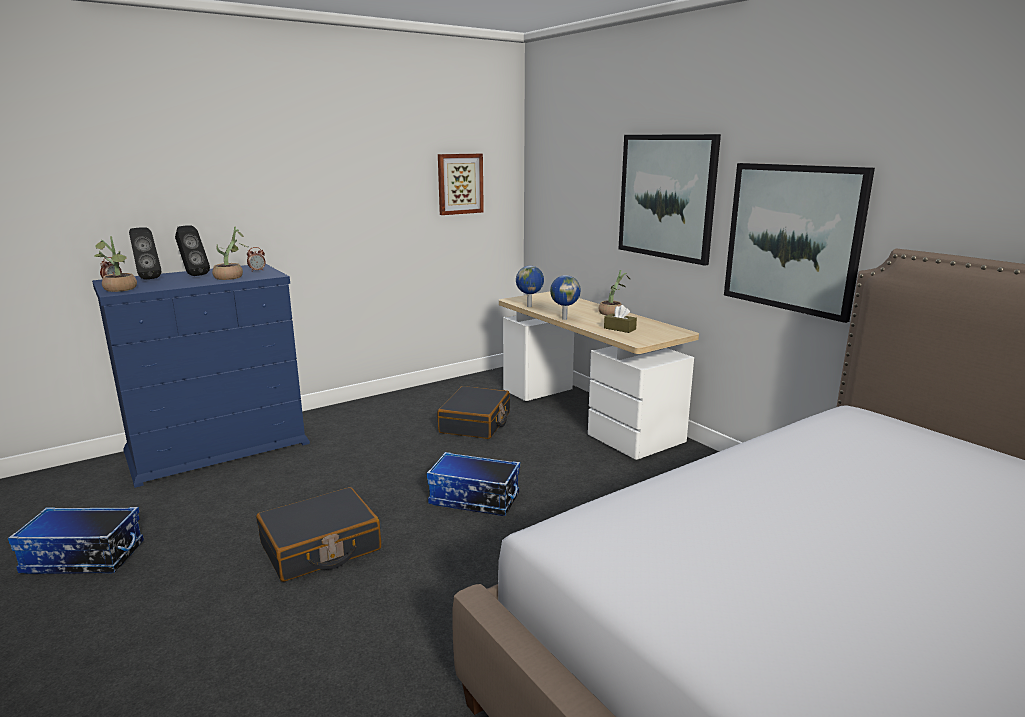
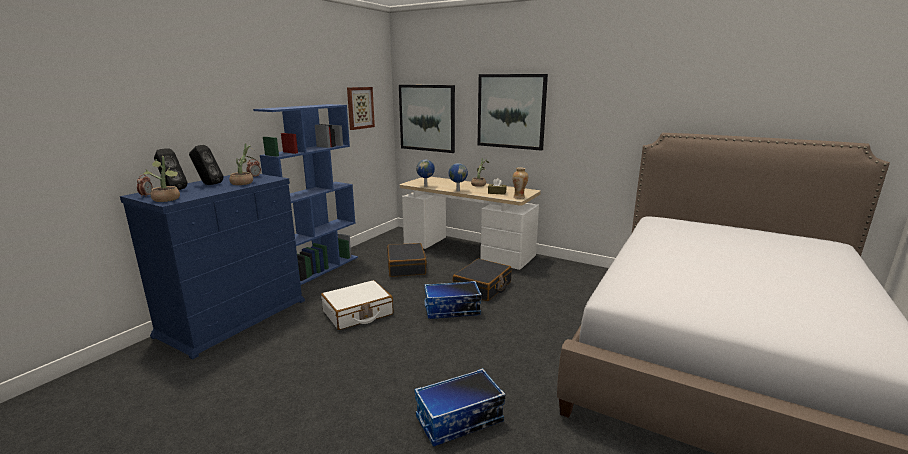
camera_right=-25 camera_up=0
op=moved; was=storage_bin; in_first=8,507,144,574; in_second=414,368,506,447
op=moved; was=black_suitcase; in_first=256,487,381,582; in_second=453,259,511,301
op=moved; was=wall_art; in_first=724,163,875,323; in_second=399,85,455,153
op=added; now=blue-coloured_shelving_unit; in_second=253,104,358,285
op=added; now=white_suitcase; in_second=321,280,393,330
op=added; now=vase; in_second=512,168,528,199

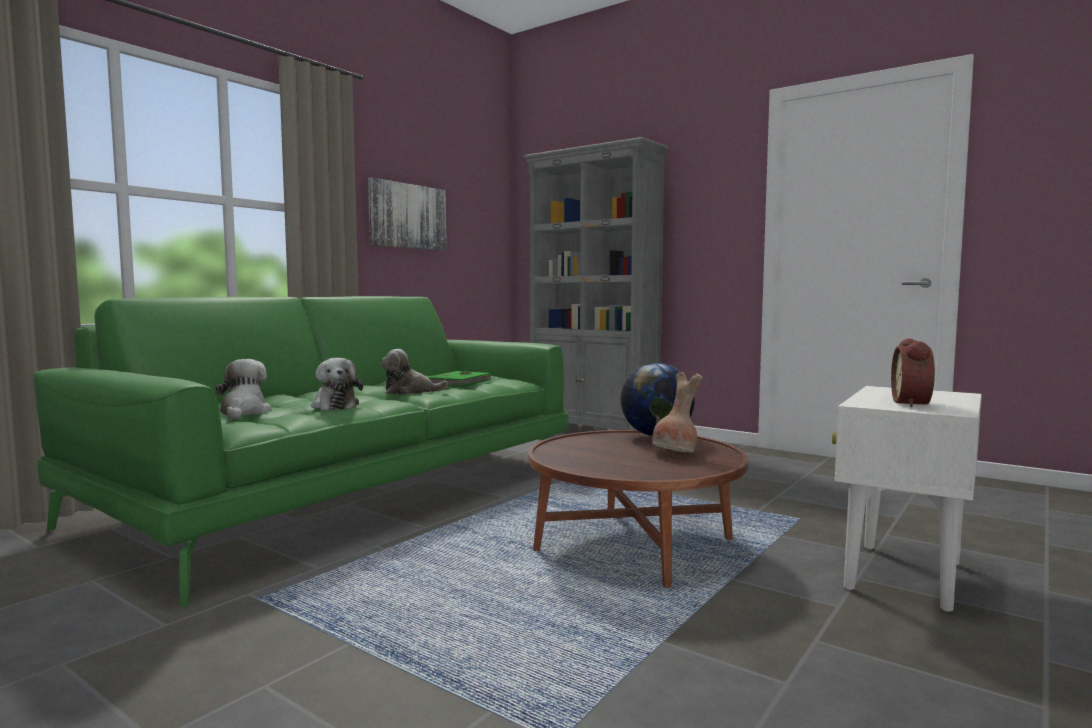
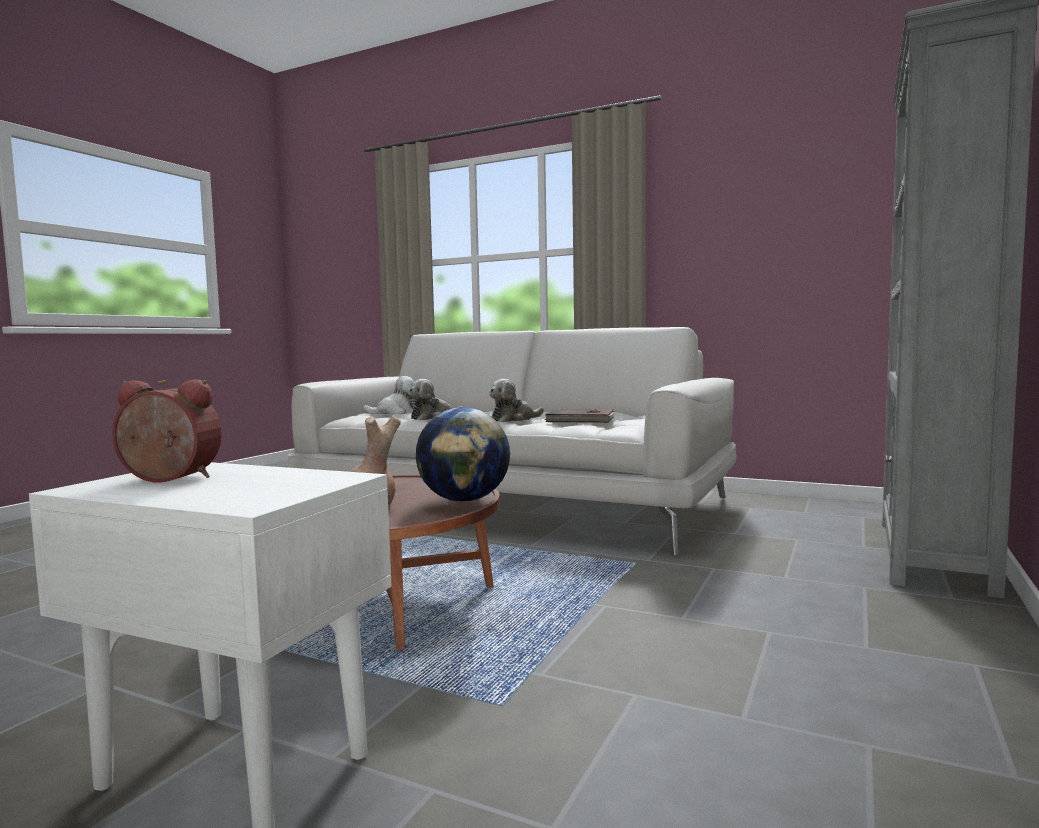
camera_right=80 camera_up=0
op=recoloured; was=greenish_sofa; now=white_sofa; in_first=33,296,569,607; in_second=288,327,737,556
op=removed; was=wall_art; in_first=368,178,446,250
op=turned; was=plush_toy; in_first=380,349,448,394; in_second=489,379,544,422; clockwise=-105
op=recoloured; was=greenish_volume; now=brown_volume; in_first=428,371,492,387; in_second=545,409,615,423

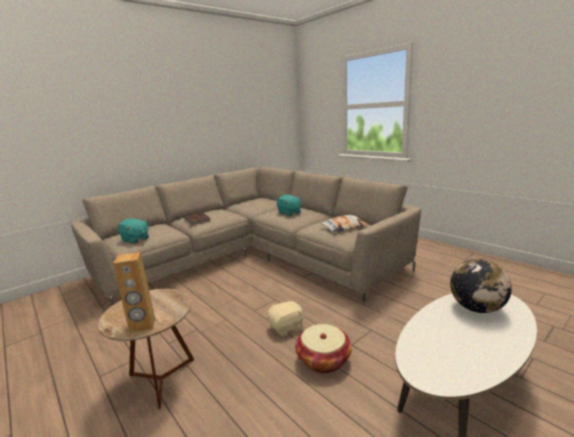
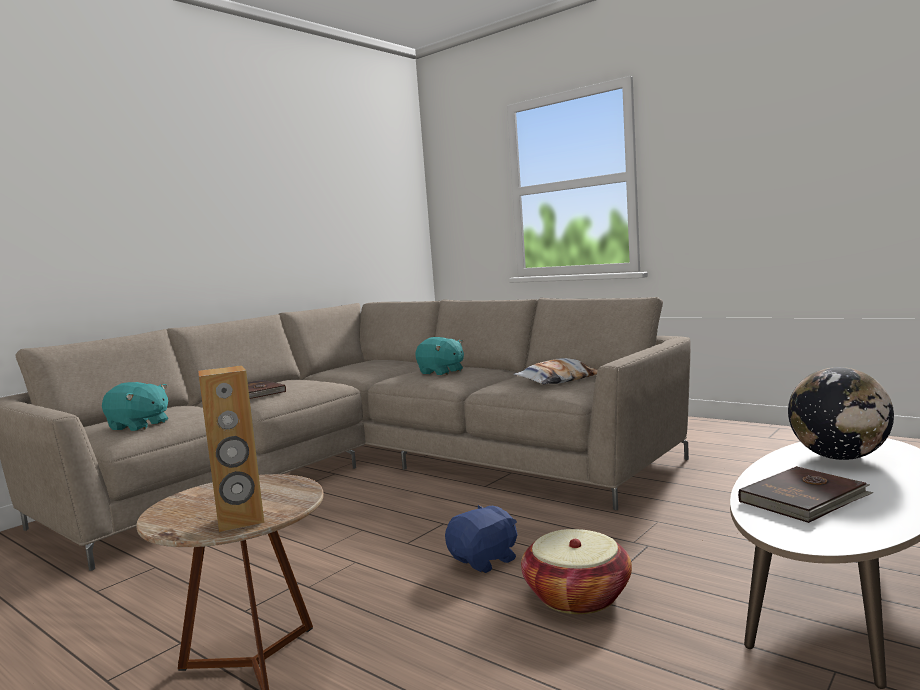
camera_right=-10 camera_up=-10
op=recoloured; was=beige_plush_toy; now=blue-coloured_plush_toy; in_first=267,299,304,337; in_second=445,505,518,573
op=added; now=brown_volume; in_second=738,466,874,523

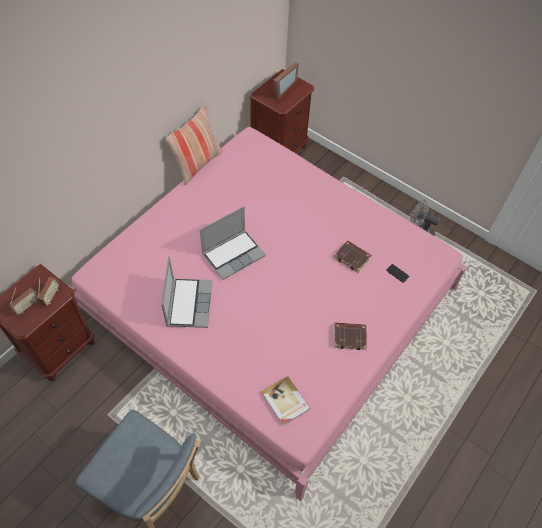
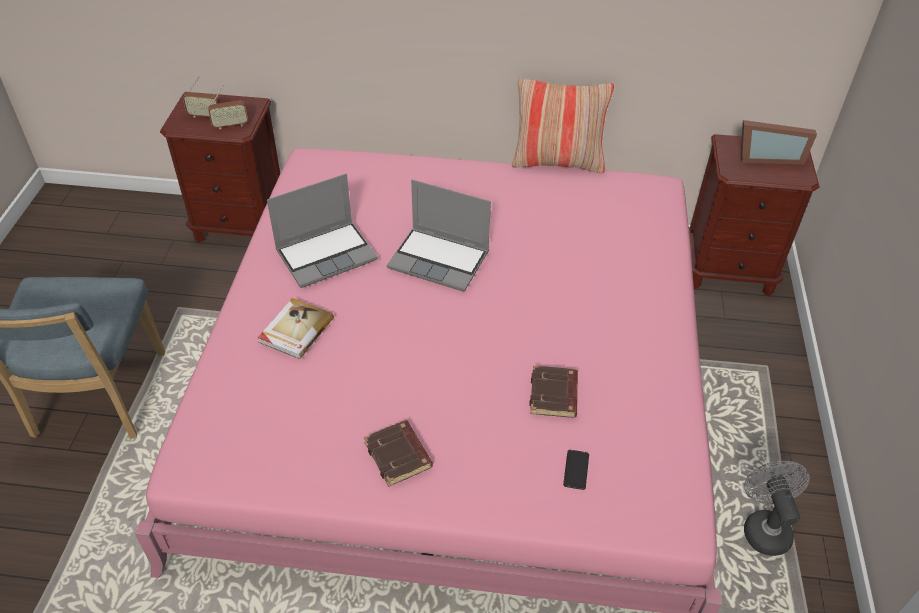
camera_right=60 camera_up=-10
op=moved; was=volume; in_first=262,376,310,426; in_second=258,298,334,359

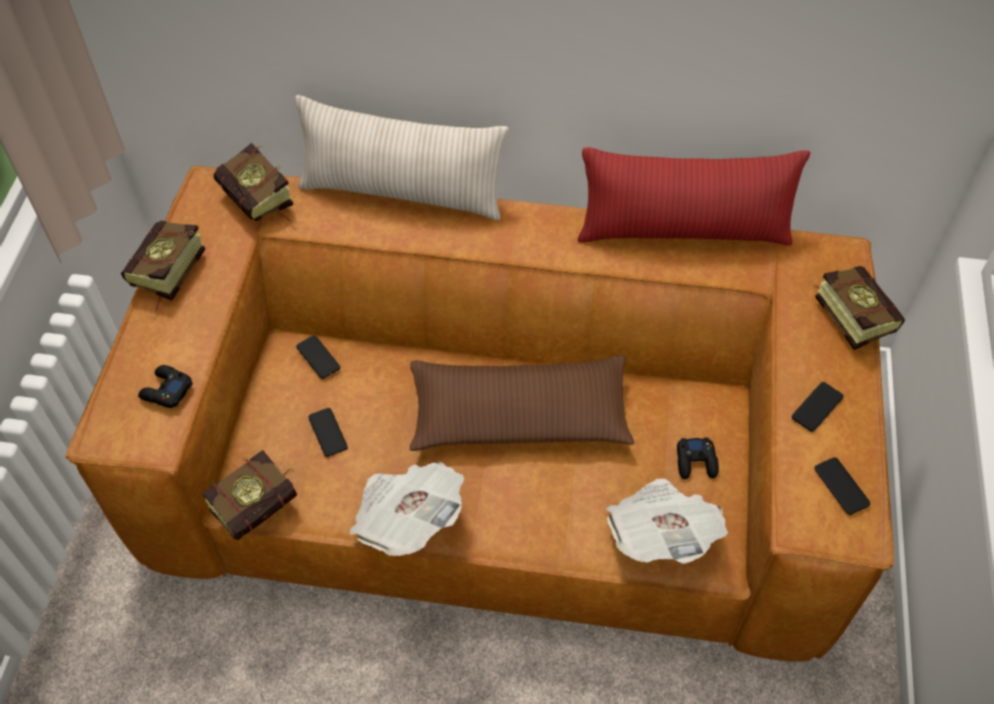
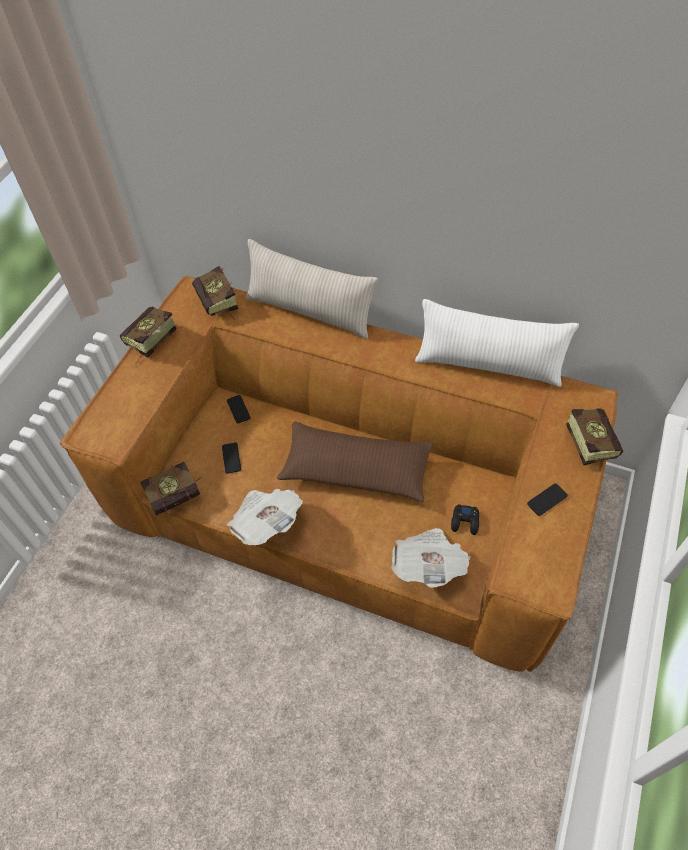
camera_right=15 camera_up=0
op=removed; was=black_gamepad; in_first=138,365,193,408
op=recoloured; was=red-coloured_cushion; now=white_cushion; in_first=578,147,810,245; in_second=415,299,579,387
op=removed; was=phone; in_first=814,457,870,515

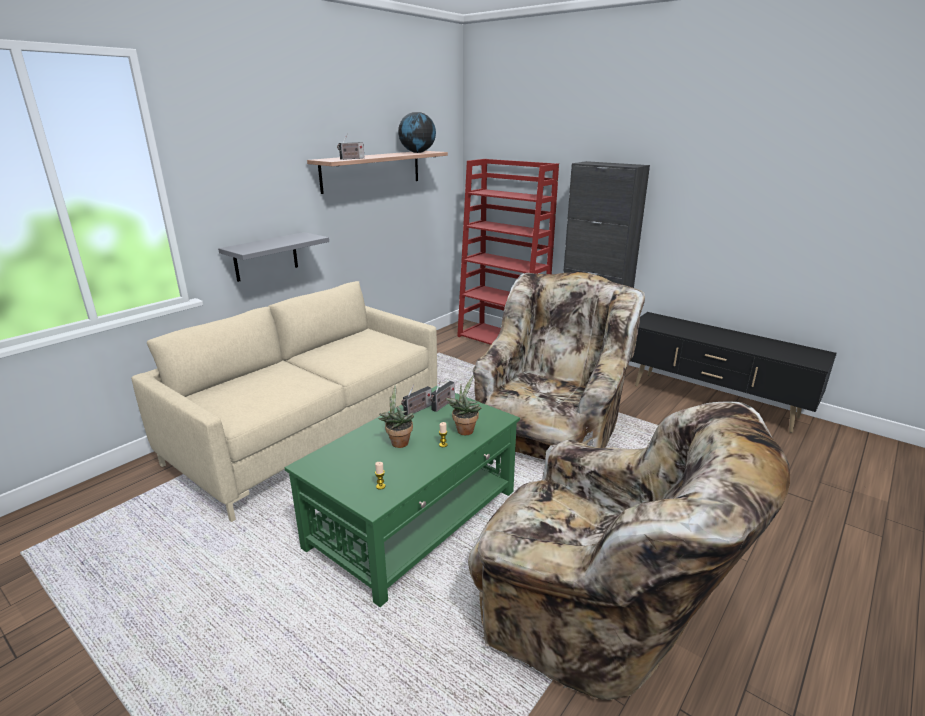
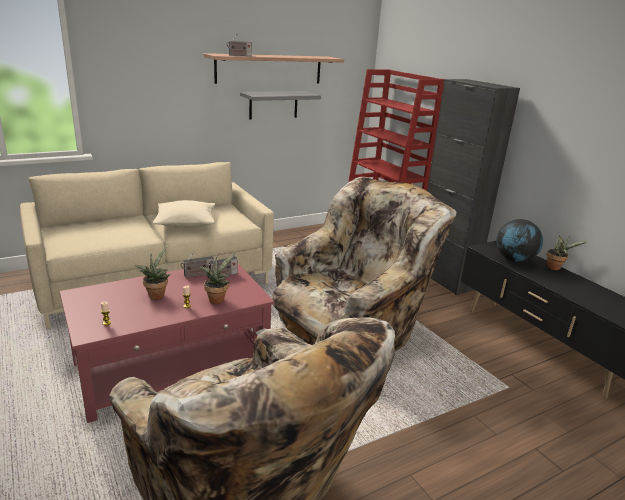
camera_right=20 camera_up=0
op=moved; was=gray_bracket_shelf; in_first=218,232,329,282; in_second=240,91,321,119
op=recoloured; was=greenish_low_table; now=red-coloured_low_table; in_first=284,386,520,607; in_second=60,263,274,423
op=moved; was=desk_globe; in_first=398,112,436,153; in_second=496,219,543,262
op=added; now=beige_cushion; in_second=152,200,215,228
op=added; now=plant_in_a_pot; in_second=546,235,587,270

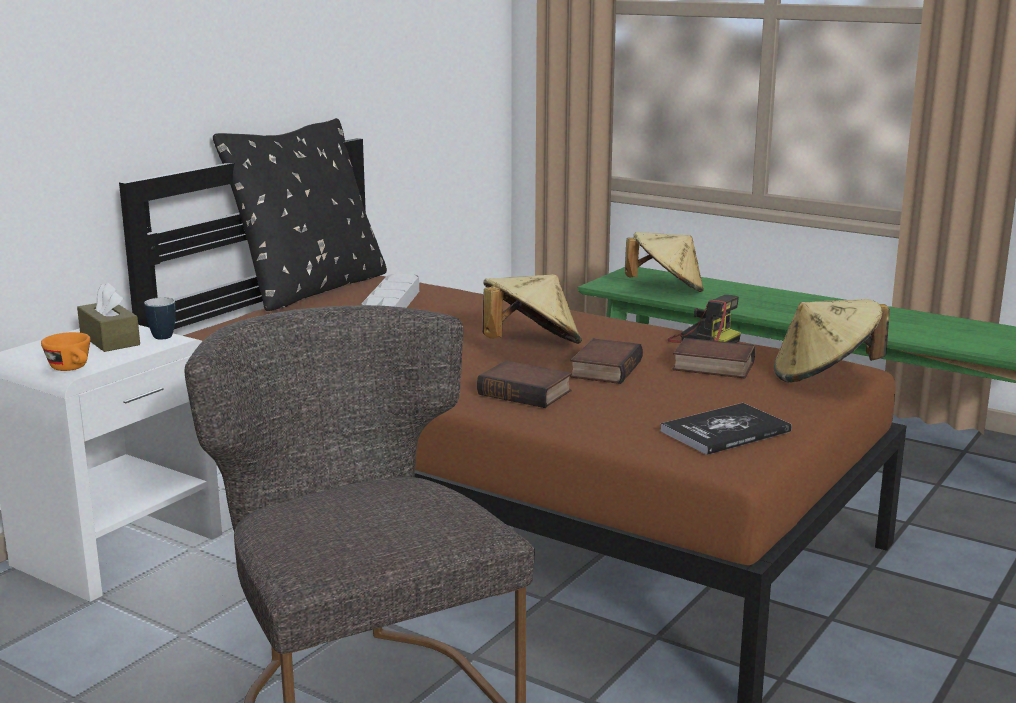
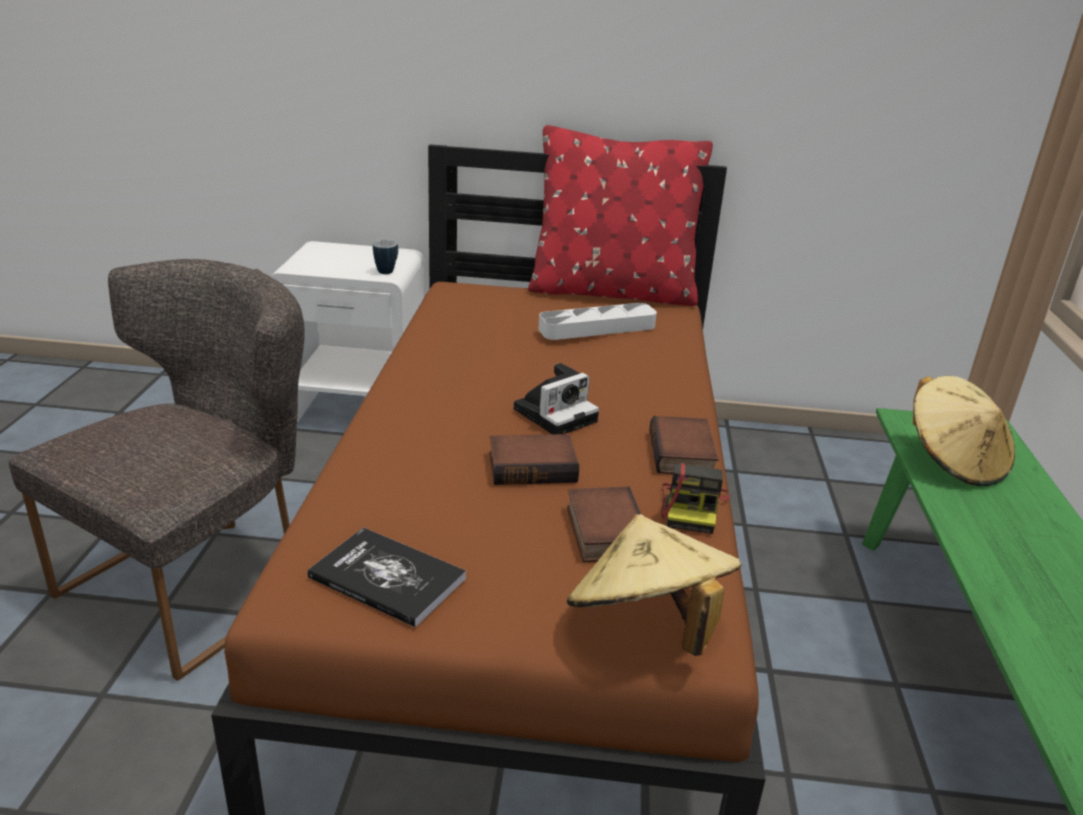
camera_right=60 camera_up=10
op=removed; was=orange-coloured_drinking_cup; in_first=41,332,90,371
op=removed; was=brown_box_of_tissues; in_first=77,282,140,352
op=recoloured; was=black_cushion; now=red-coloured_cushion; in_first=213,118,387,311; in_second=528,125,713,306
op=moved; was=volume; in_first=477,361,572,408; in_second=649,416,718,474
op=replaced; was=beige_hat; now=still_camera; in_first=483,274,582,344; in_second=514,363,599,434

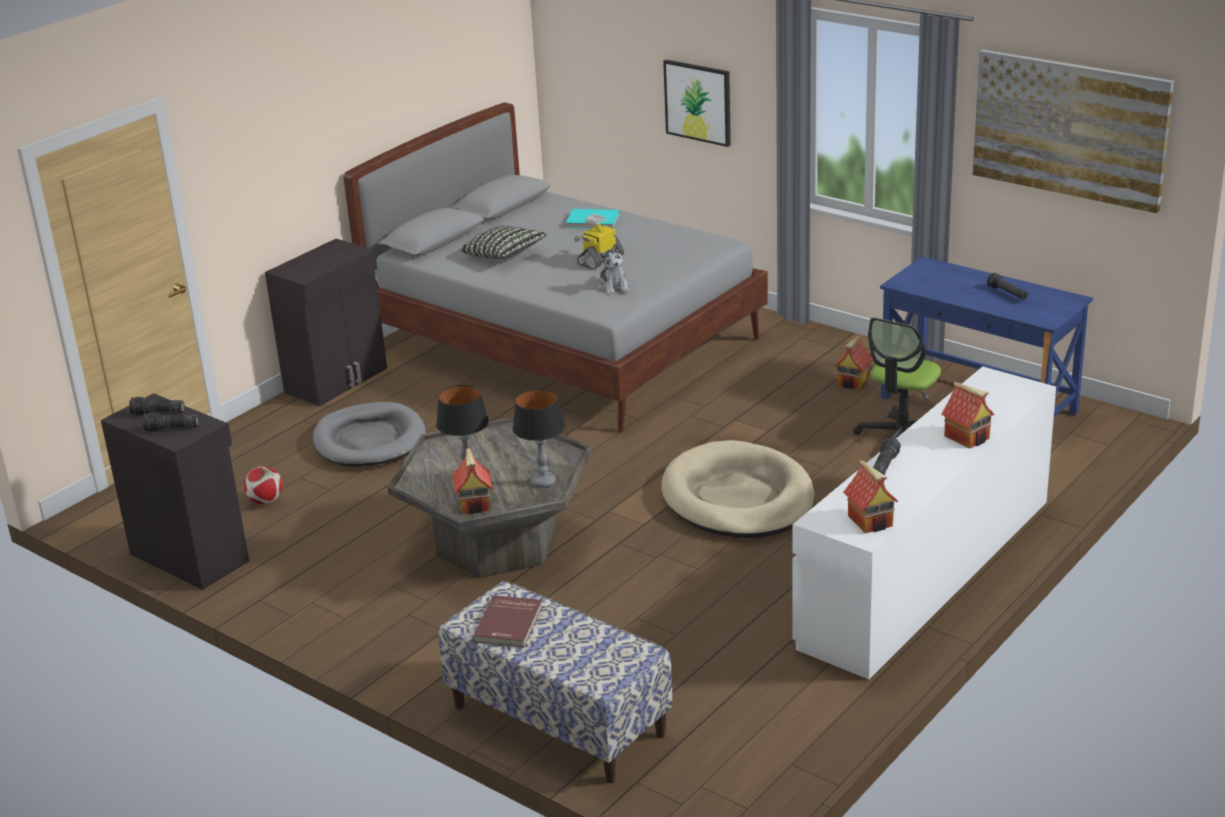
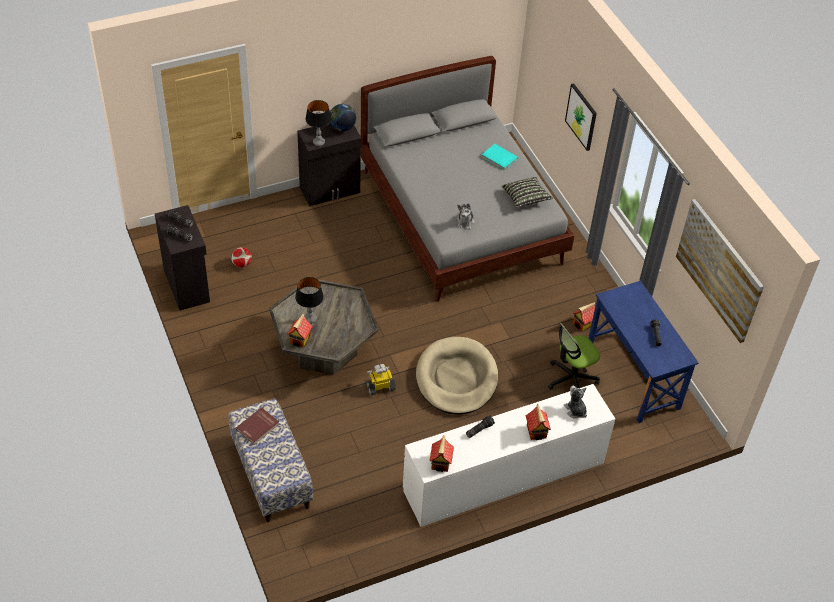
camera_right=25 camera_up=20
op=removed; was=gray_dog_bed; in_first=313,402,426,467
op=moved; was=cushion; in_first=460,225,548,259; in_second=502,177,553,208
op=moved; was=tabletop_lamp; in_first=512,389,566,488; in_second=305,100,331,146
op=moved; was=model_robot; in_first=574,214,624,269; in_second=366,364,396,396
op=added; now=desk_globe; in_second=330,104,356,131
op=added; now=plush_toy; in_second=564,386,587,419

